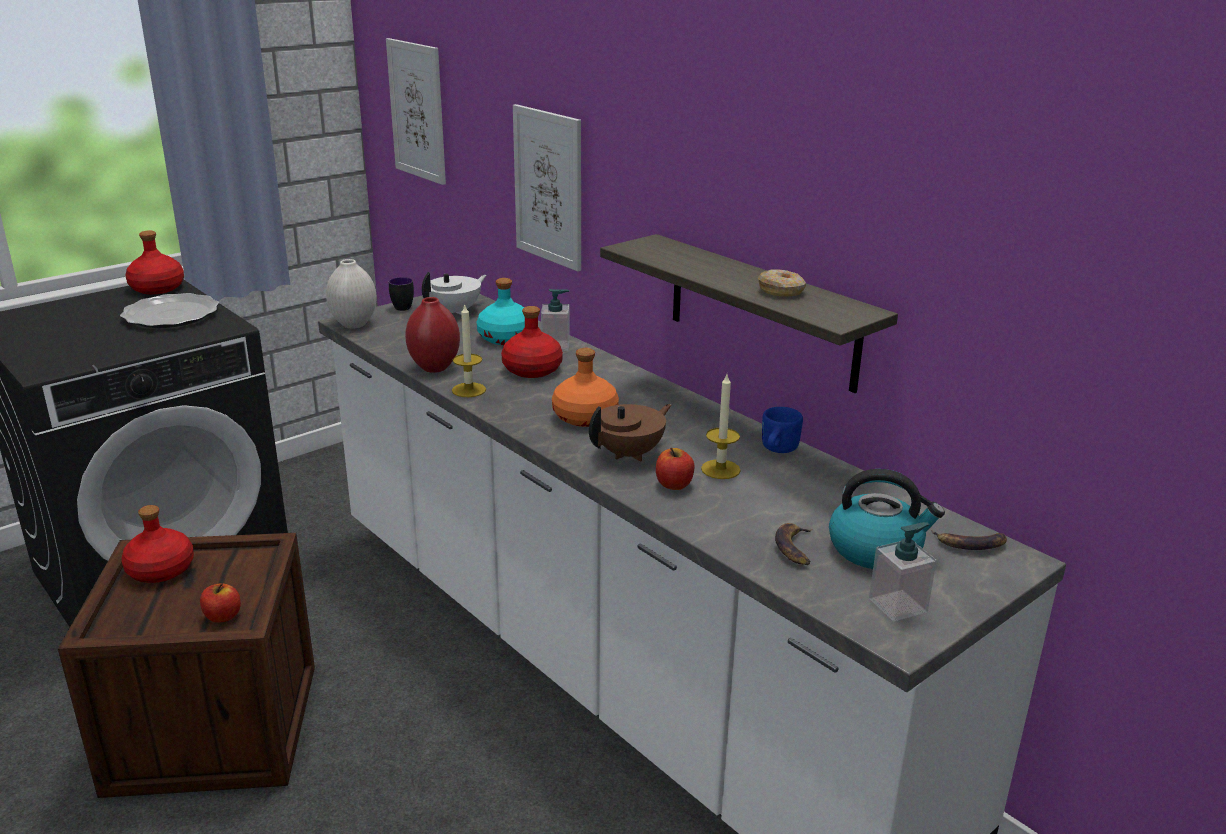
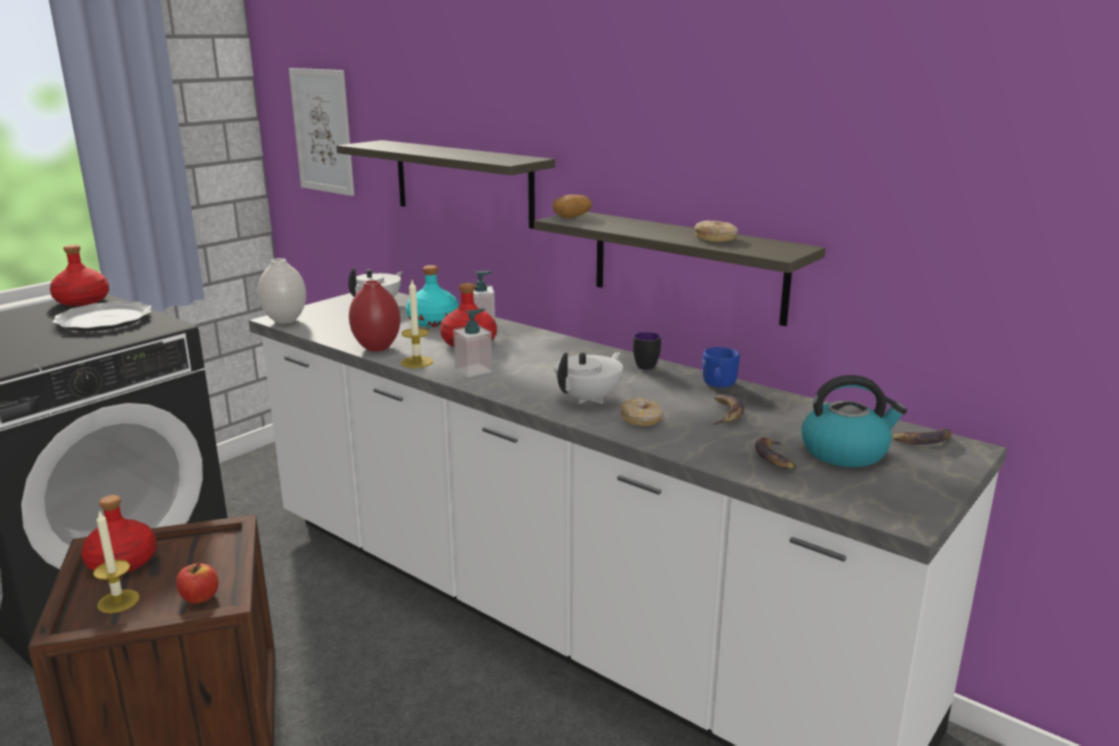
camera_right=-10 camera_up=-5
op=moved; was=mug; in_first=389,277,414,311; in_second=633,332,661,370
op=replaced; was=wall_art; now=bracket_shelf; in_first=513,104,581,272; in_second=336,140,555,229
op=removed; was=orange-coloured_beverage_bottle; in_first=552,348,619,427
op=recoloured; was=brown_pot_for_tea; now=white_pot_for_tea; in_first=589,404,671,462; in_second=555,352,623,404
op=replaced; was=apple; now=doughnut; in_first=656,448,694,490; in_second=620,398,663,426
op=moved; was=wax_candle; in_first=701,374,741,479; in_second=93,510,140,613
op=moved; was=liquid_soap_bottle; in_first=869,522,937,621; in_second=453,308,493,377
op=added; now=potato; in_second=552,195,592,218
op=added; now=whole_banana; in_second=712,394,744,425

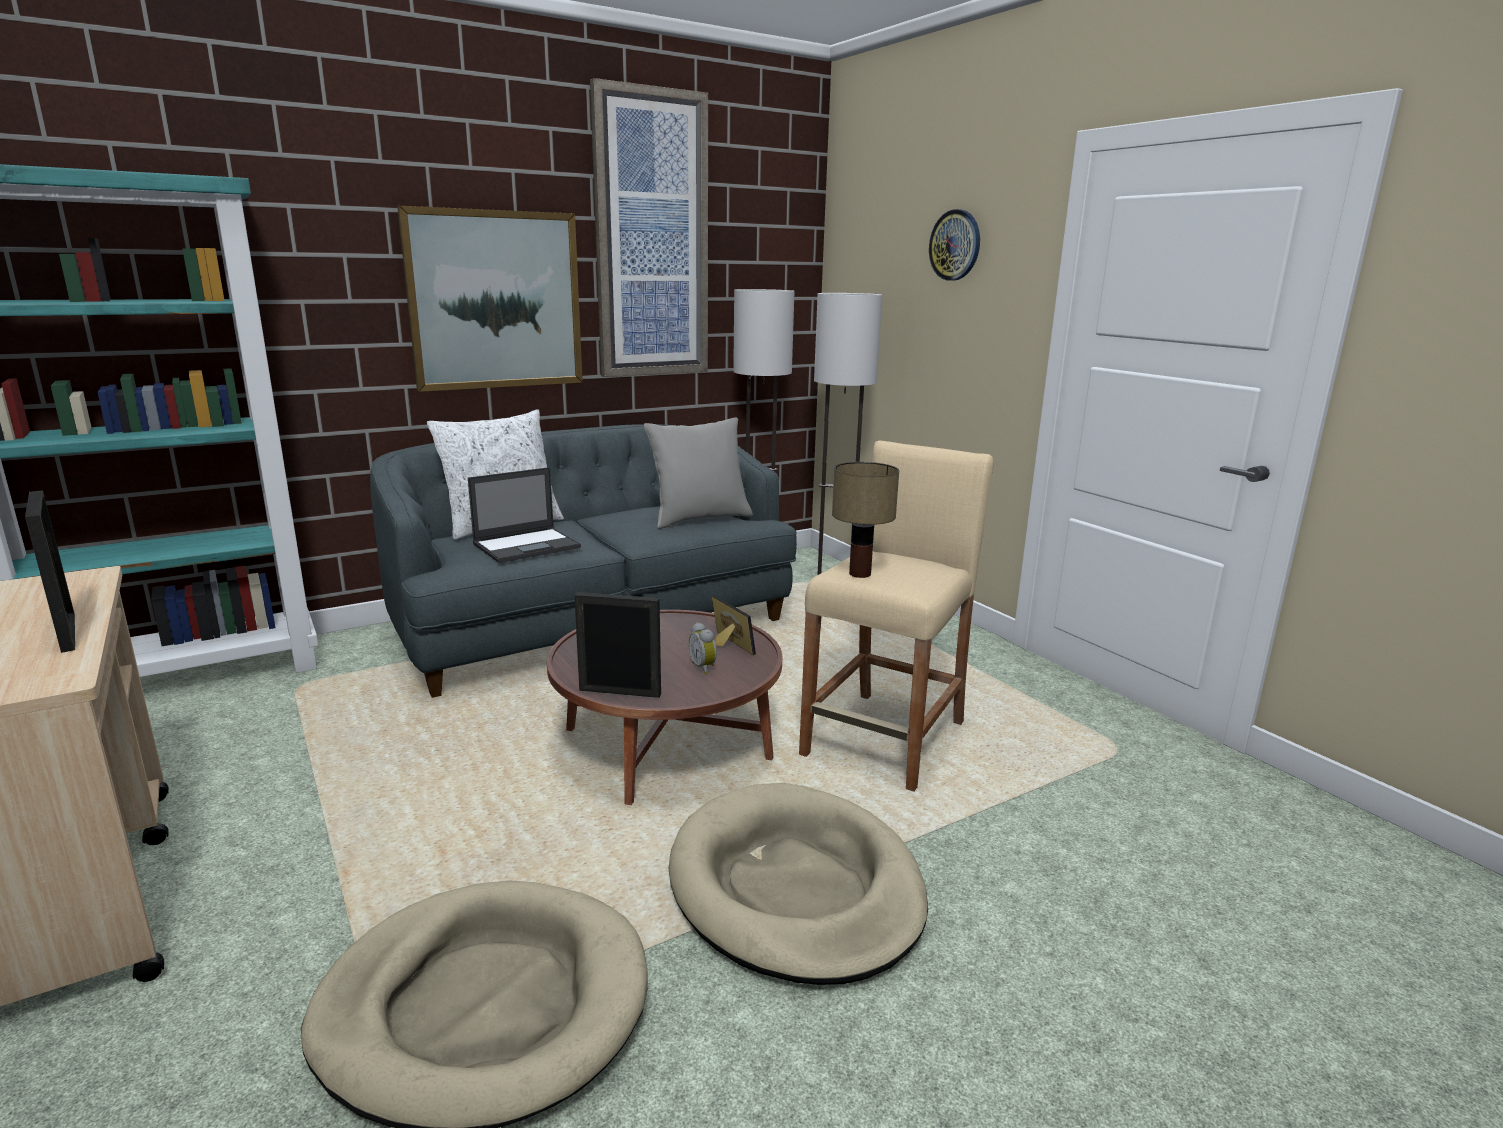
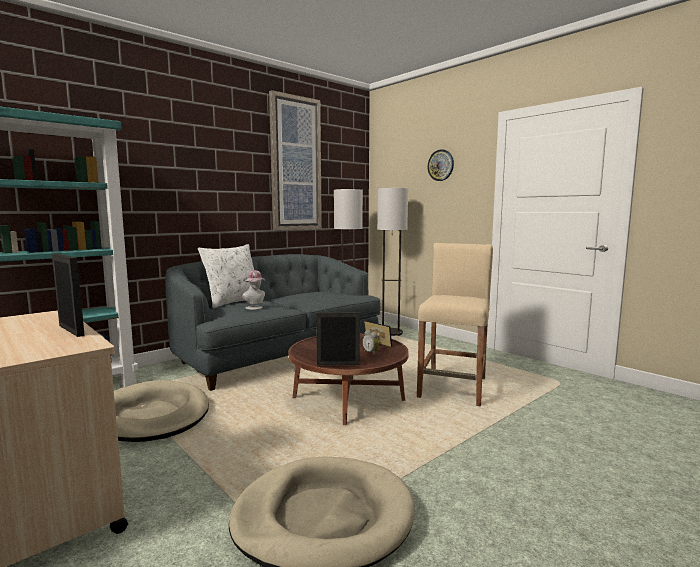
camera_right=-10 camera_up=-10
op=removed; was=wall_art; in_first=397,206,583,392
op=replaced; was=laptop; now=hat; in_first=468,467,581,563; in_second=242,270,265,310
op=removed; was=gray_cushion; in_first=644,418,753,529
op=moved; was=beige_dog_bed; in_first=669,783,928,985; in_second=114,380,209,442
op=removed; was=tabletop_lamp; in_first=832,462,899,578

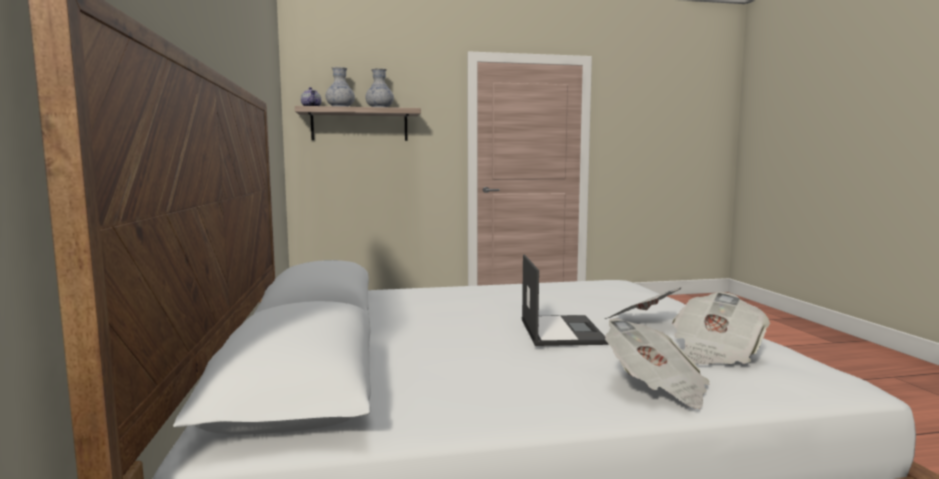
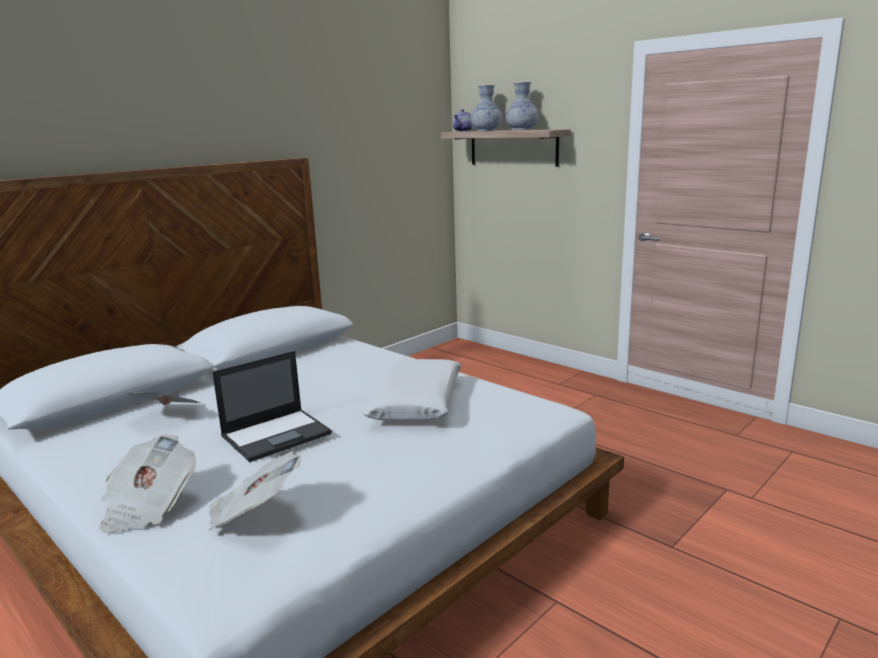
camera_right=55 camera_up=10
op=moved; was=printed_paper; in_first=605,287,681,319; in_second=129,392,200,405
op=added; now=white_cushion; in_second=364,359,461,421

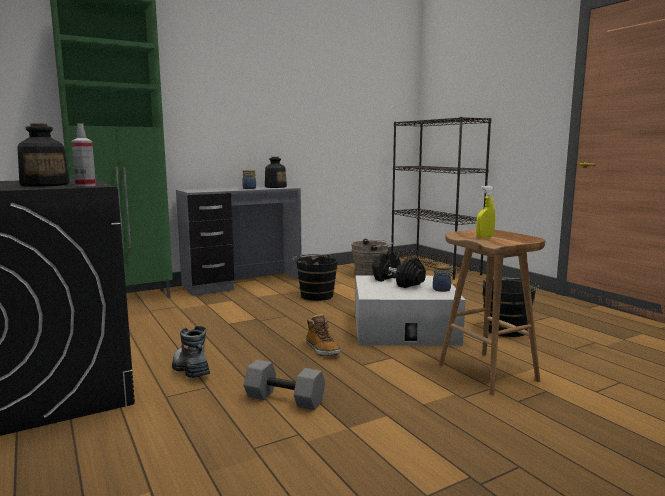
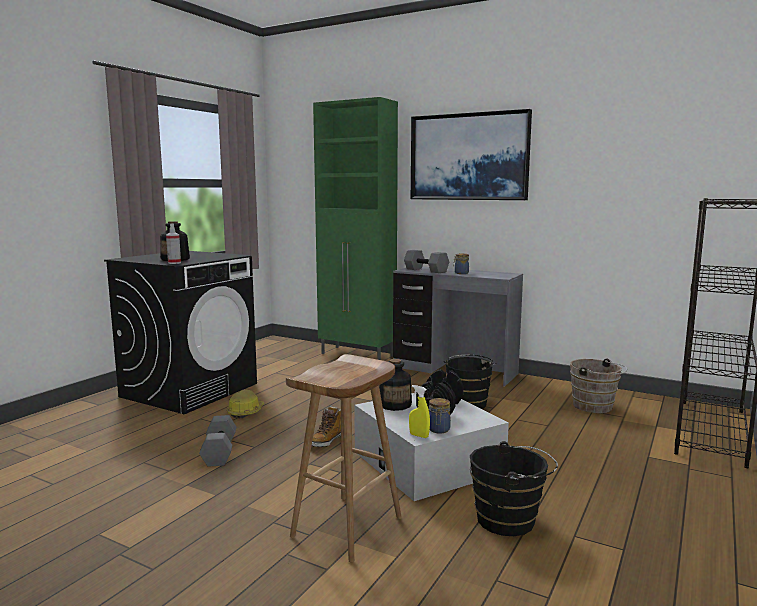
camera_right=60 camera_up=0
op=replaced; was=tall_boot; now=hard_hat; in_first=172,326,210,378; in_second=227,389,264,419
op=moved; was=beverage_bottle; in_first=265,157,287,188; in_second=379,359,412,411
op=moved; was=yellow-coloured_spray_bottle; in_first=476,186,495,238; in_second=409,385,430,438
op=added; now=gray_free_weight; in_second=404,250,449,273
op=added; now=wall_art; in_second=411,109,532,200

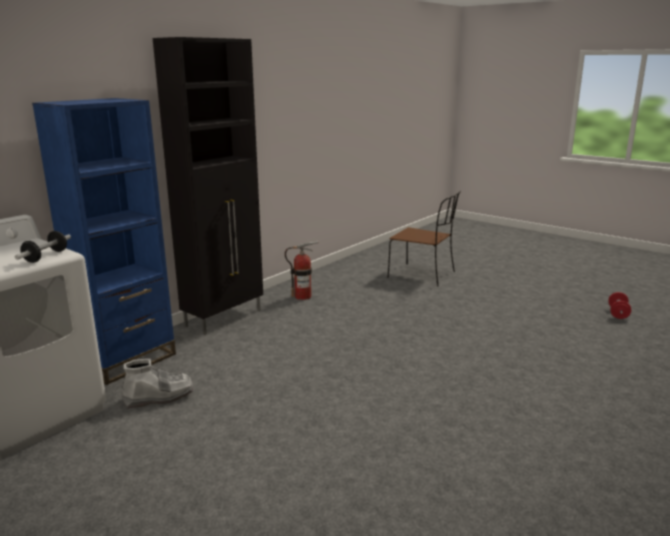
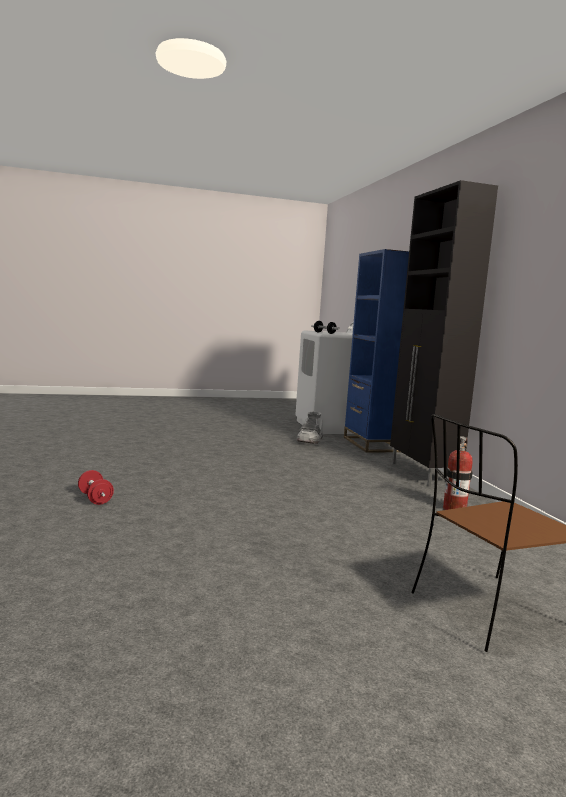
camera_right=125 camera_up=-10
op=moved; was=red-coloured_free_weight; in_first=608,292,631,319; in_second=78,470,114,505

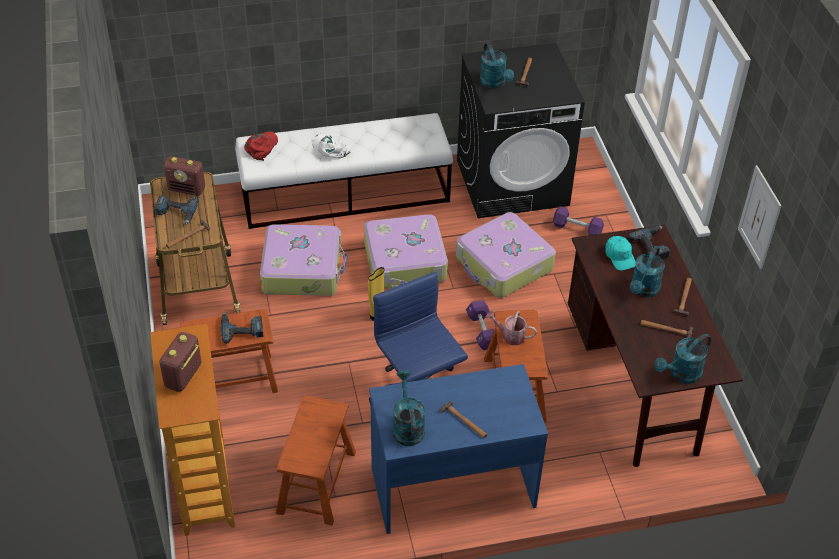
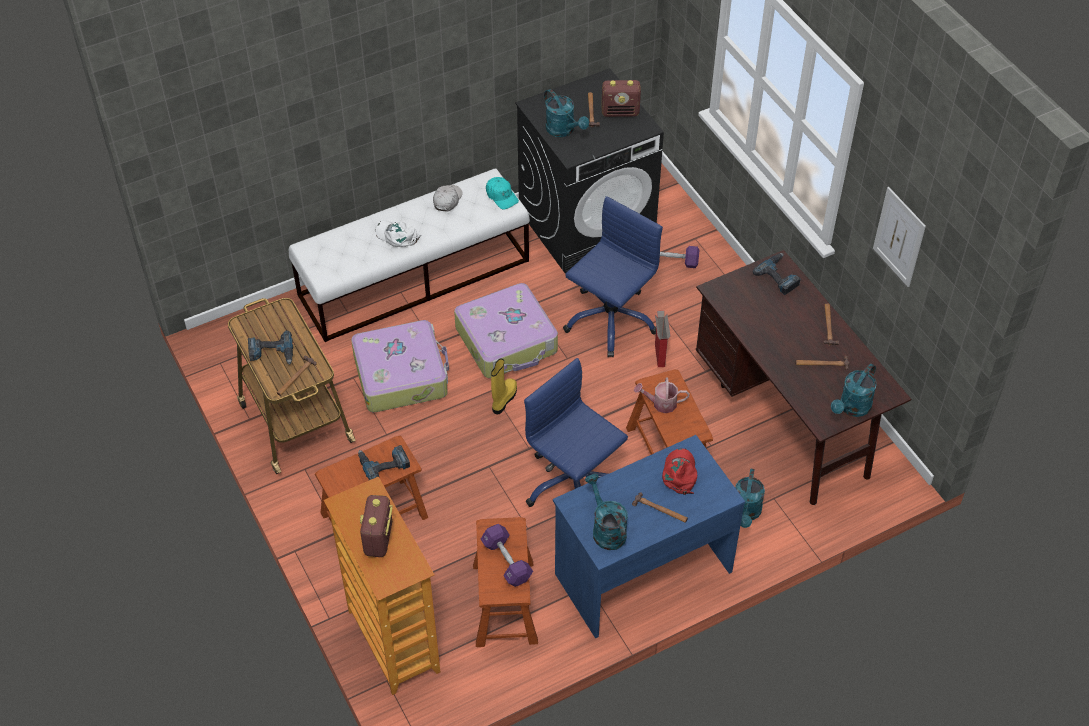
camera_right=-15 camera_up=5
op=moved; was=radio_receiver; in_first=164,156,205,196; in_second=601,80,641,117
op=moved; was=red-coloured_cap; in_first=244,131,278,161; in_second=662,449,697,495
op=replaced; was=suitcase; now=blue-coloured_computer_chair; in_first=456,212,556,298; in_second=563,196,663,357
op=moved; was=purplish_free_weight; in_first=466,300,498,350; in_second=481,524,533,587
op=moved; was=turquoise-coloured_cap; in_first=605,236,635,271; in_second=486,177,519,209
op=moved; was=turquoise-coloured_watering_pot; in_first=630,246,665,297; in_second=735,468,765,528
op=added; now=white_cap; in_second=433,185,463,212
op=added; now=carton; in_second=655,310,671,367

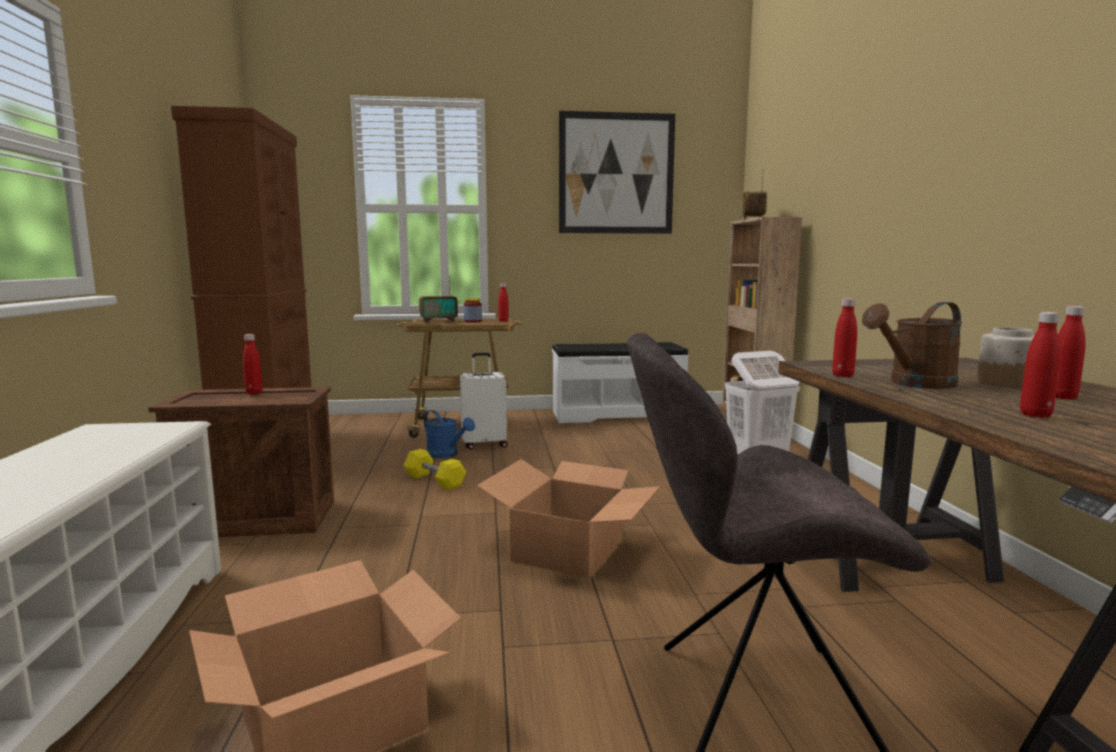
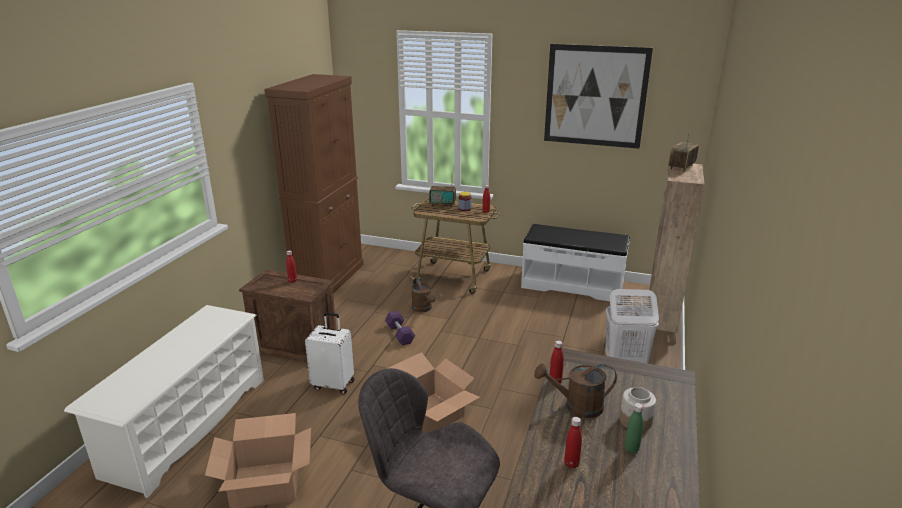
camera_right=25 camera_up=15
op=recoloured; was=yellow-coloured_free_weight; now=purplish_free_weight; in_first=403,449,466,490; in_second=385,311,415,345
op=recoloured; was=blue-coloured_watering_pot; now=brown_watering_pot; in_first=424,410,475,458; in_second=411,278,436,312
op=moved; was=white_suitcase; in_first=460,353,508,449; in_second=305,312,354,394
op=recoloured; was=red-coloured_beverage_bottle; now=greenish_beverage_bottle; in_first=1056,306,1086,399; in_second=625,403,643,453

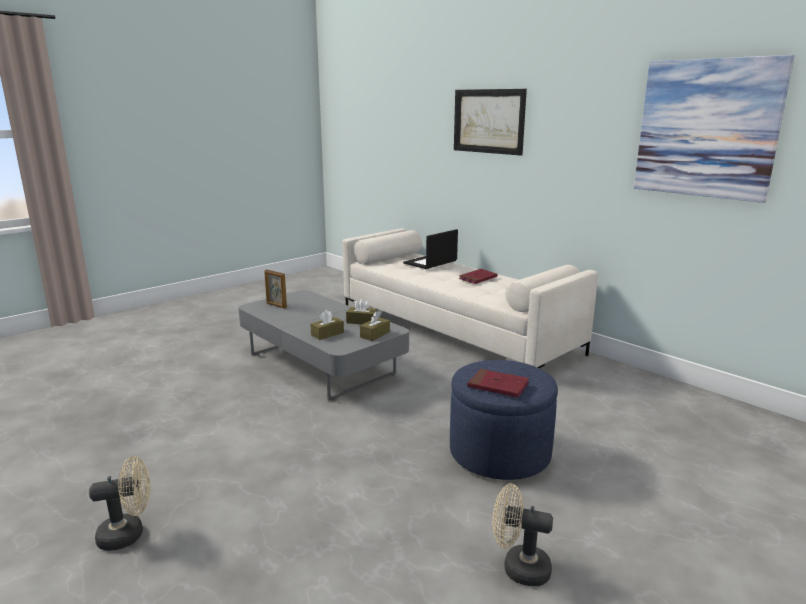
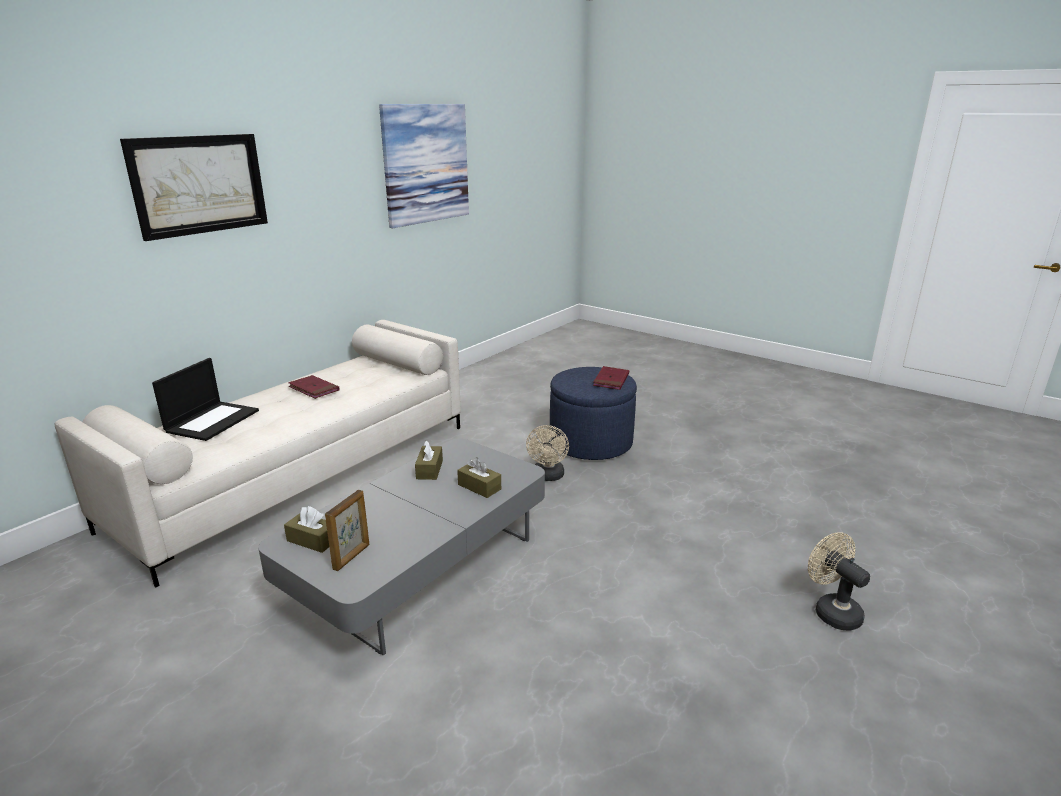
camera_right=-100 camera_up=5
op=moved; was=brown_box_of_tissues; in_first=360,311,390,341; in_second=284,506,329,553
op=turned; was=laptop; in_first=403,229,458,269; in_second=152,358,259,441; clockwise=-105
op=moved; was=beige_electric_fan; in_first=492,484,553,586; in_second=526,425,569,481

